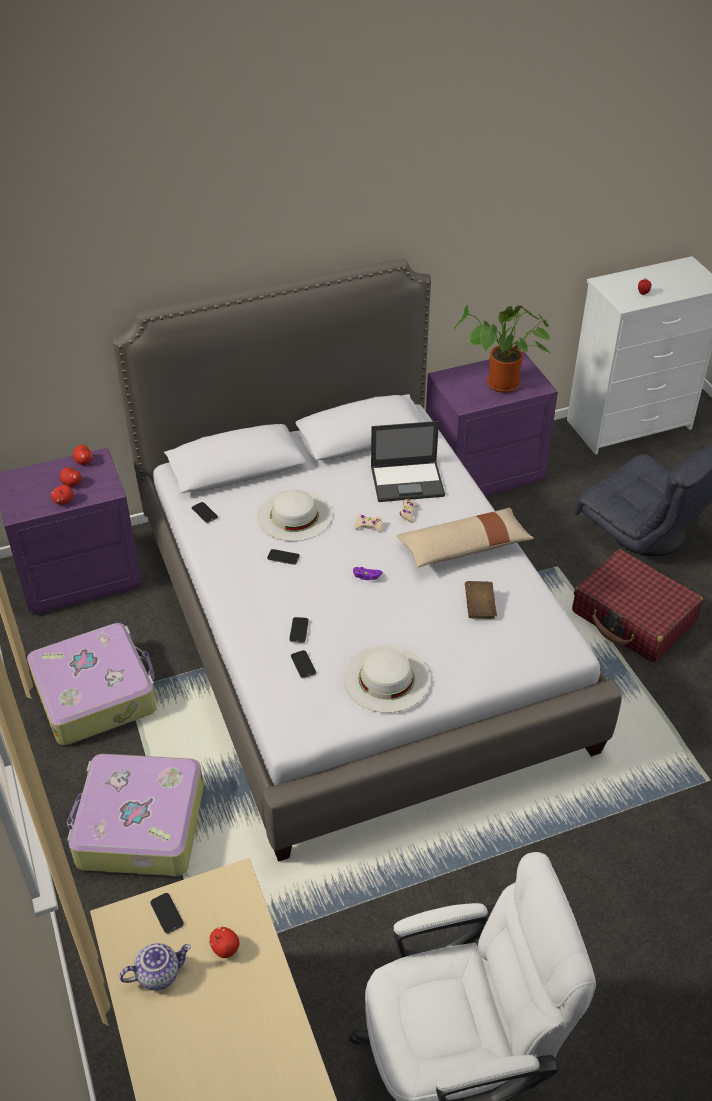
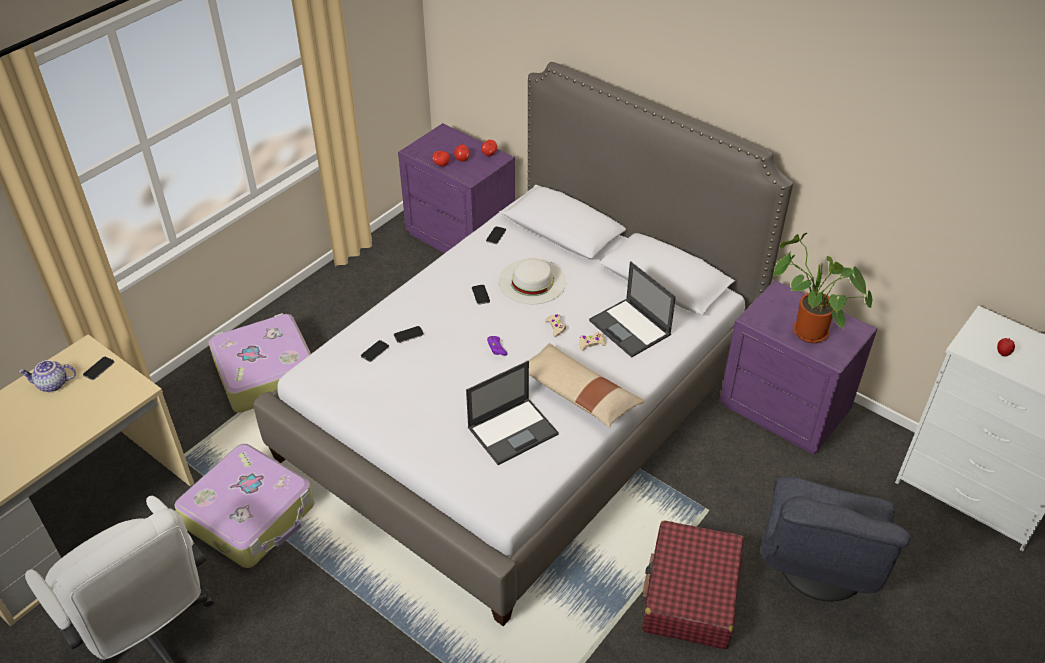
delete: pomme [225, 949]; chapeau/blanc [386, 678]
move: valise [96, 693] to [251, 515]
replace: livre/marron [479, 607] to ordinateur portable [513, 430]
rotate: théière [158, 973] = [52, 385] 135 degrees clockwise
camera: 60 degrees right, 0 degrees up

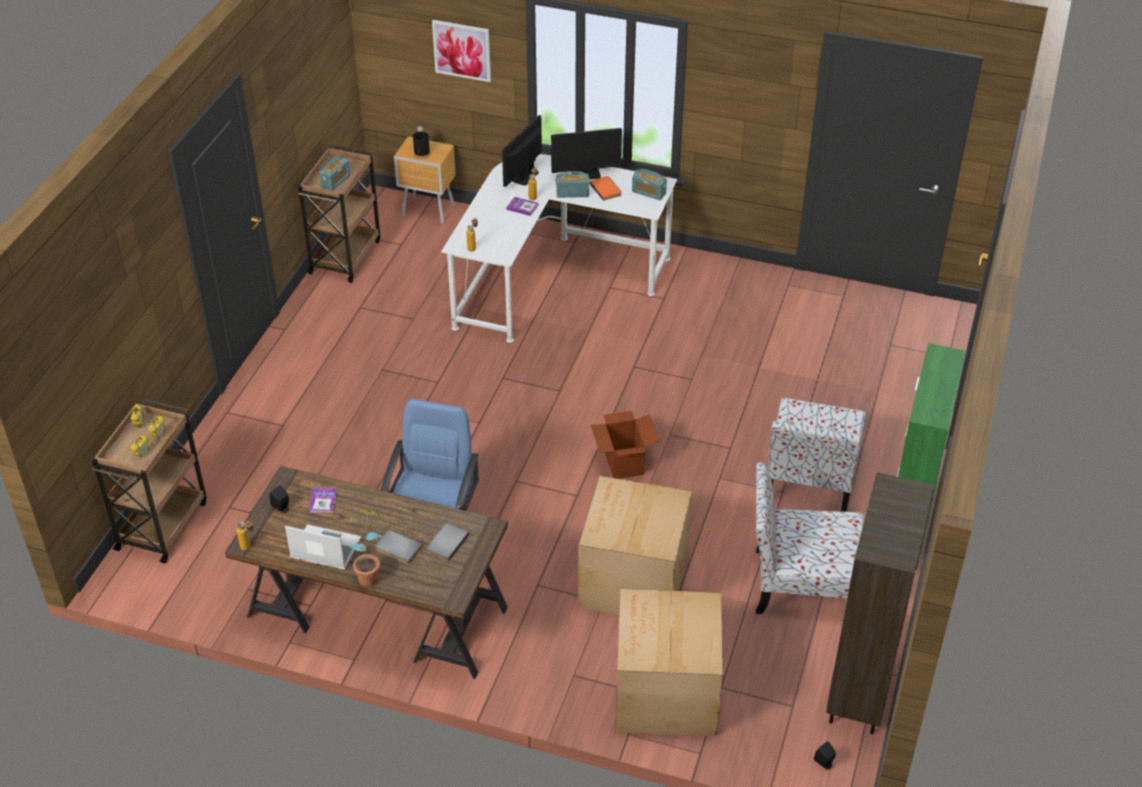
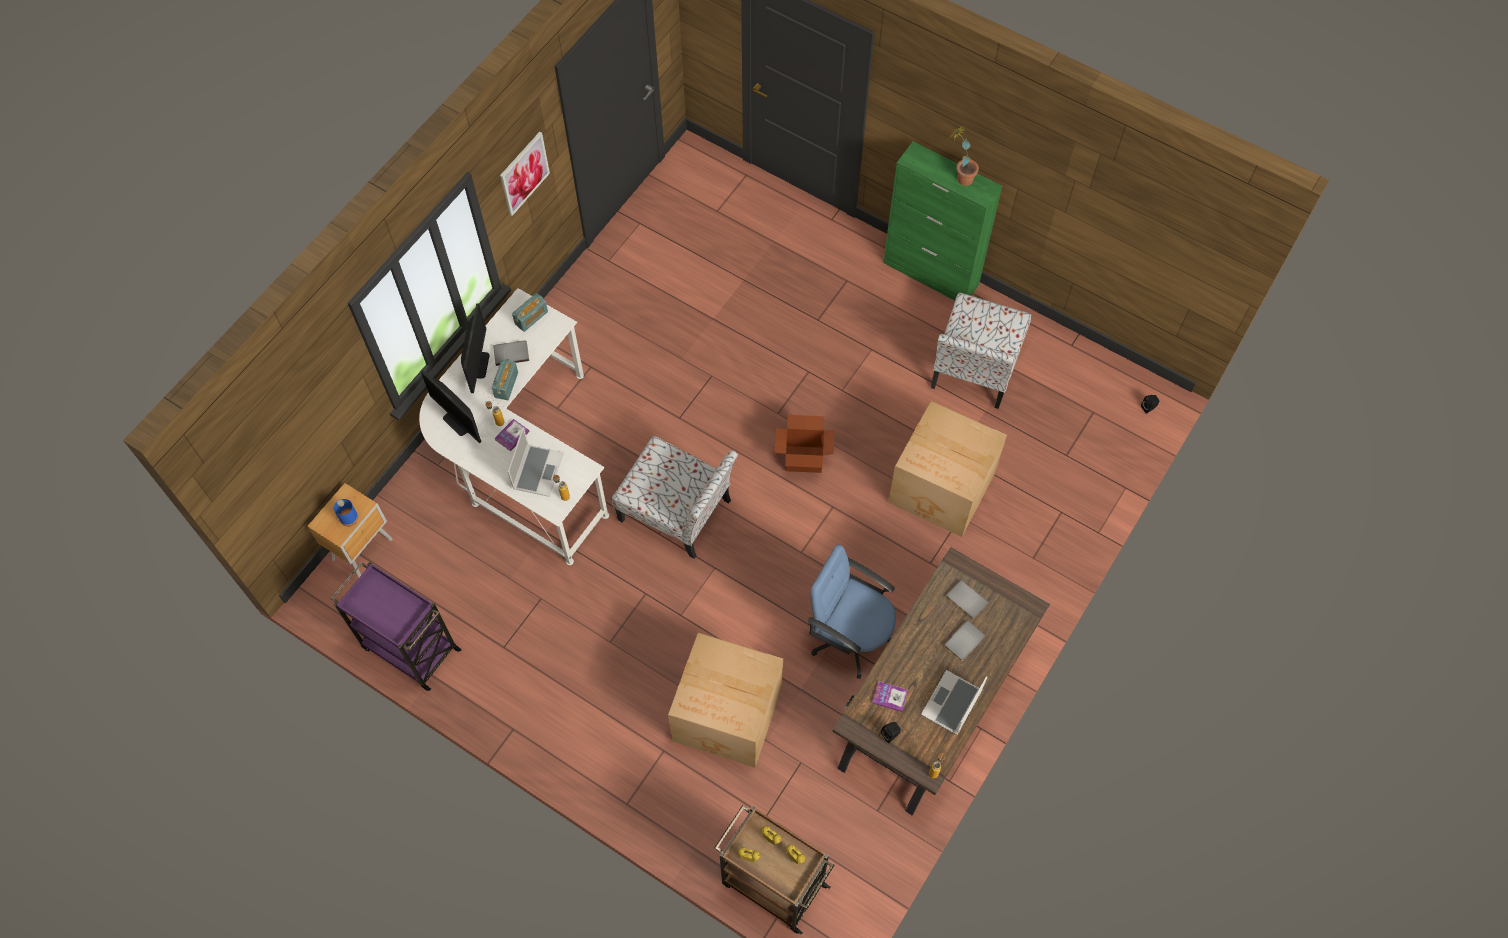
delete: radio [336, 181]; bibliothèque/marron [860, 693]
insert: ordinateur portable [537, 470]
move: plante en pot [370, 574] to [960, 177]; tableau [462, 50] to [524, 173]; carton [664, 693] to [728, 716]; chaise [810, 480] to [677, 511]
recolor: chariot/marron [346, 256] to chariot/violet [409, 648]; bouteille/noir [422, 154] to bouteille/bleu [349, 517]; livre/orange [606, 189] to livre/gris [511, 353]
camera: 75 degrees left, 20 degrees up

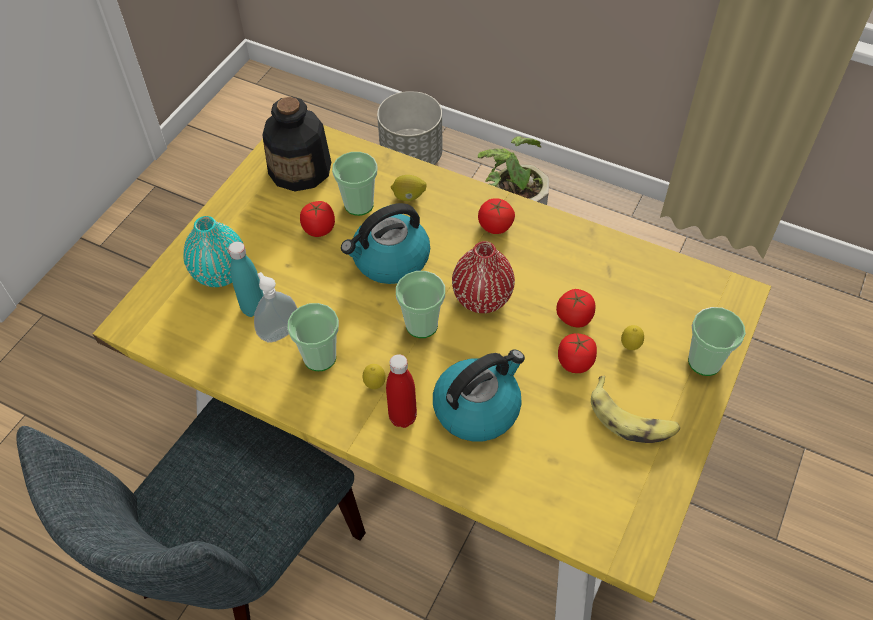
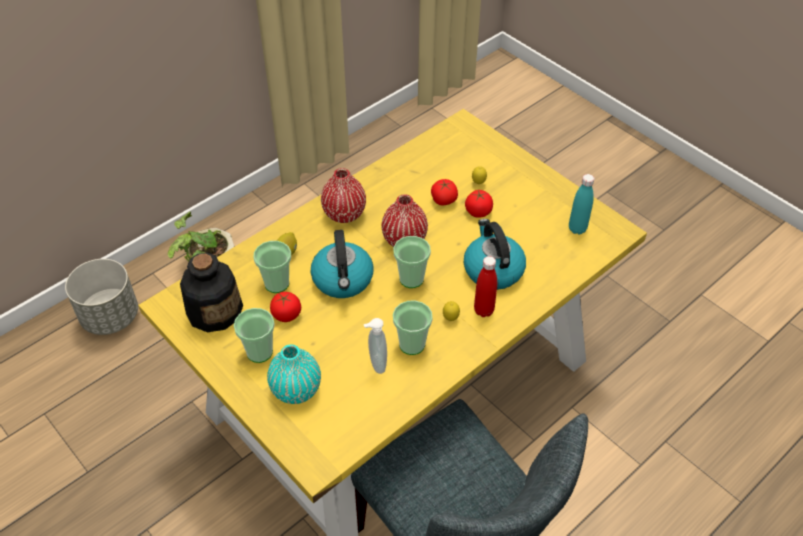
delete: banane [632, 418]
move: bouteille/turquoise [254, 308] to [577, 229]; tasse [704, 362] to [259, 352]
replace: tomate [495, 226] to vase/rouge [344, 214]
camera: 70 degrees left, 5 degrees down

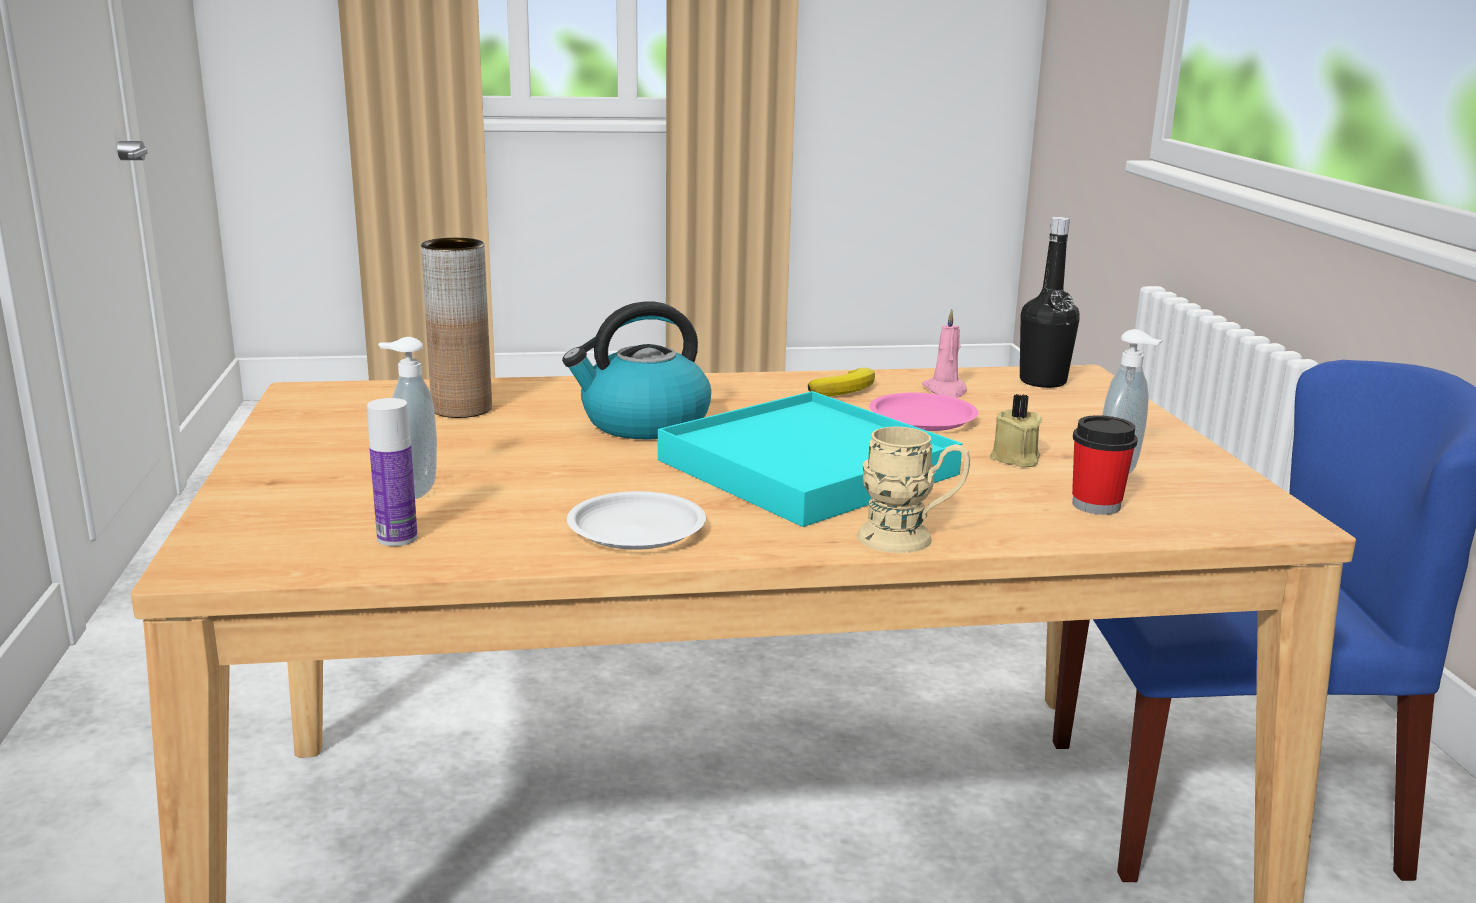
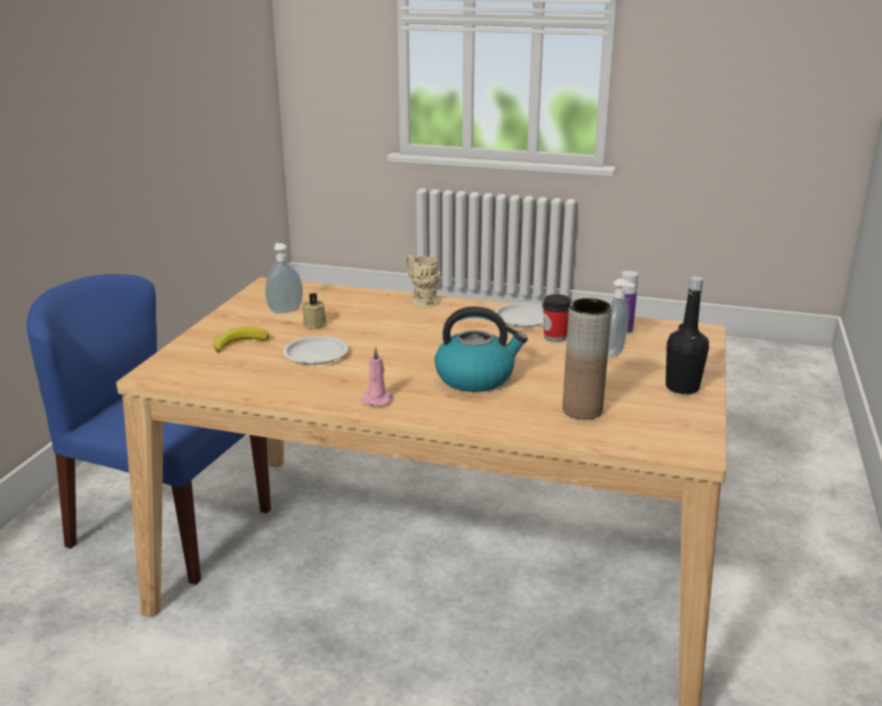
delete: plateau/turquoise [806, 467]
move: banane [846, 388] to [239, 342]; bougie/rose [945, 390] to [377, 399]; bouteille/noir [1042, 381] to [682, 387]; tasse [1096, 505] to [555, 337]
recolor: assiette/rose [922, 419] to assiette/blanc [316, 354]
camera: 155 degrees left, 5 degrees up

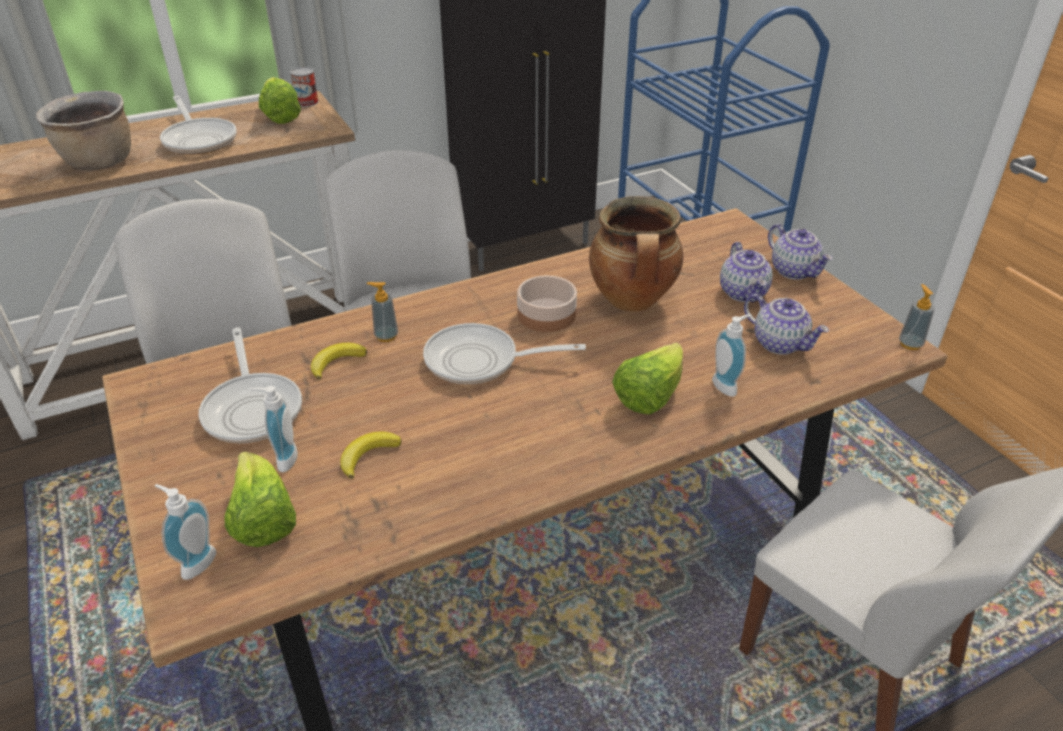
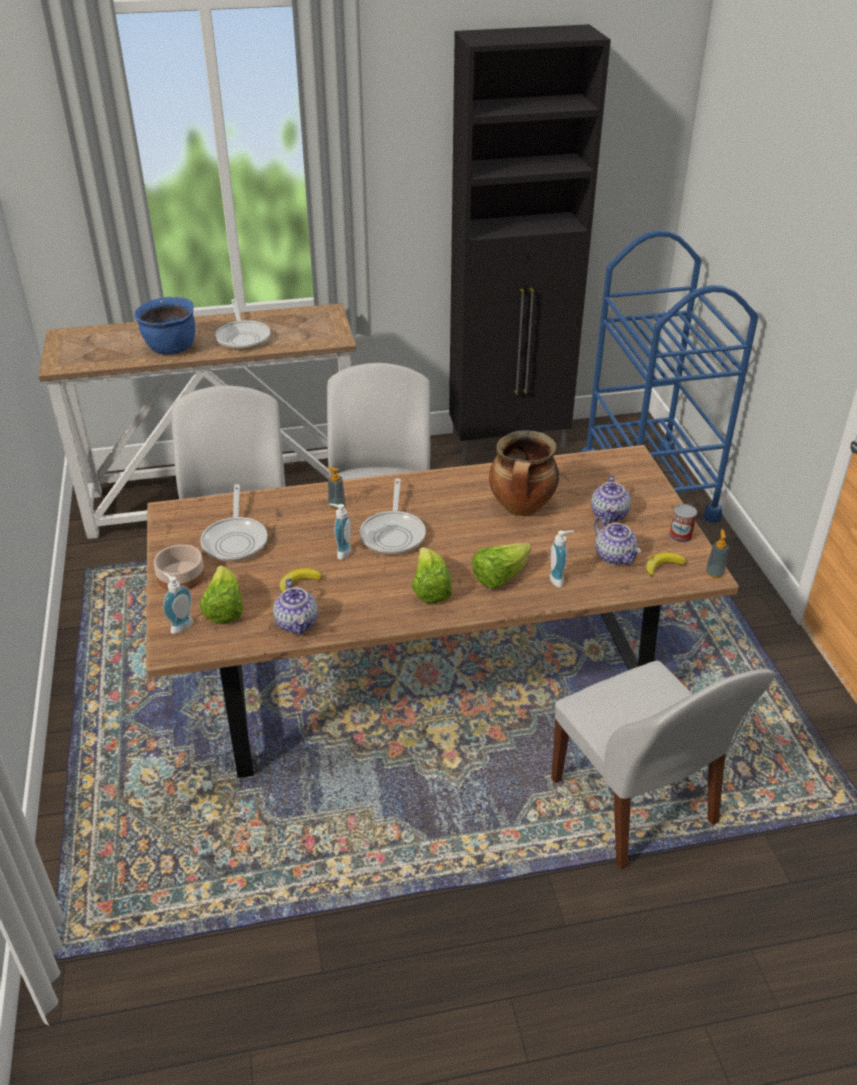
move: distributeur de savon [282, 459] to [341, 552]; laitue [280, 116] to [430, 589]; boîte métallique [307, 102] to [680, 535]; banane [336, 362] to [662, 566]; bol [547, 315] to [181, 577]; théière [794, 271] to [297, 623]
recolor: marmite/marron [99, 163] to marmite/bleu [171, 348]
rotate: poêle [480, 361] = [394, 534] 105 degrees counterclockwise
camera: 15 degrees right, 0 degrees up

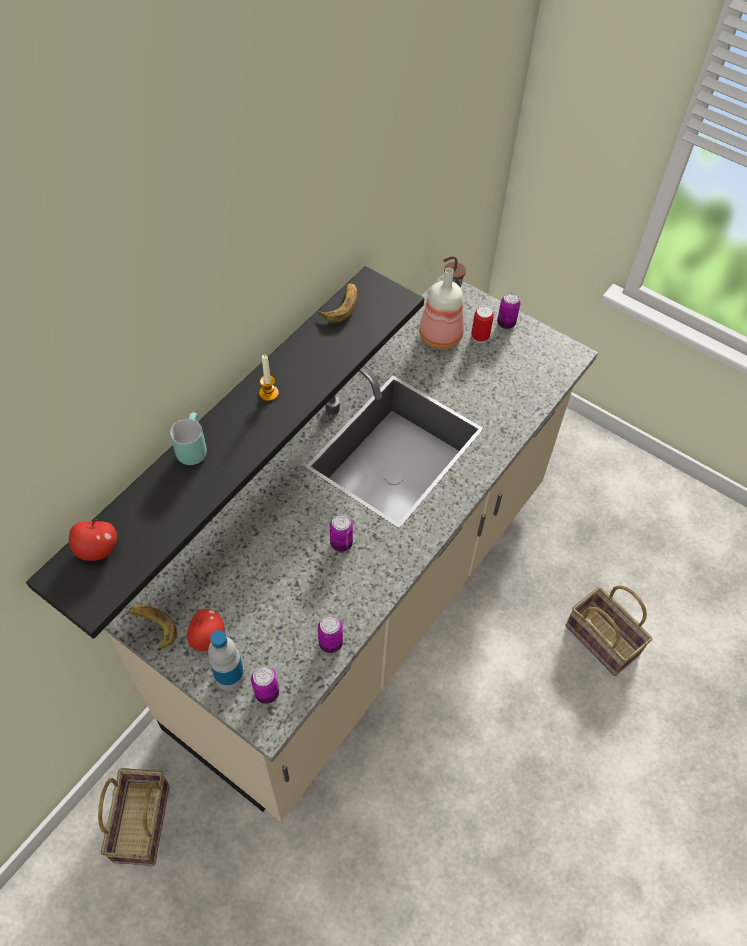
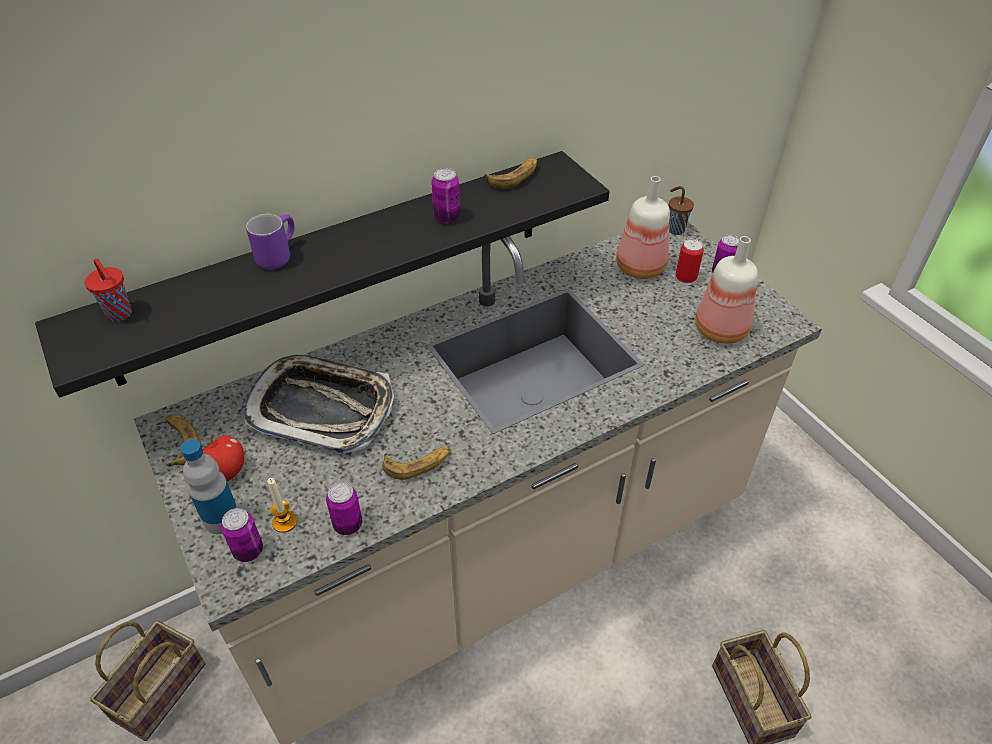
insert: plateau [322, 409]; banane [418, 464]; bouteille [722, 329]
move: bougie [268, 393] to [284, 522]; boîte métallique [341, 543] to [447, 217]
replace: pomme [97, 549] to tasse/rouge [120, 315]
recolor: mug/turquoise [191, 447] to mug/violet [276, 255]
camera: 25 degrees right, 10 degrees down

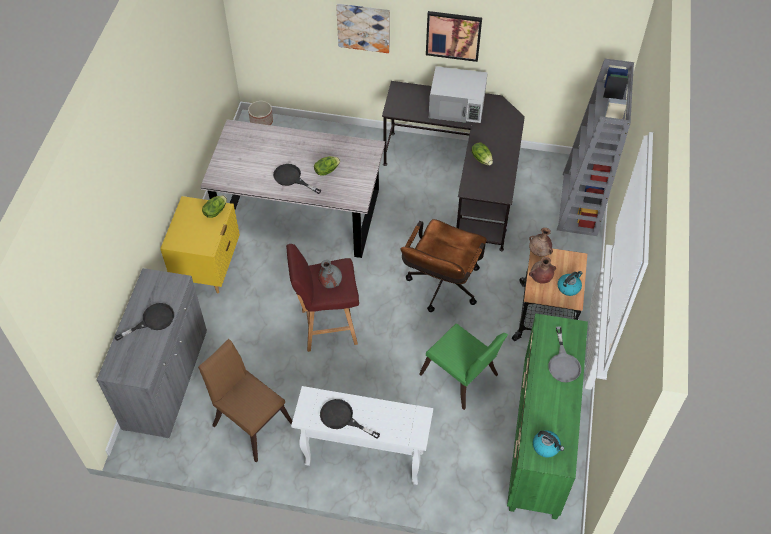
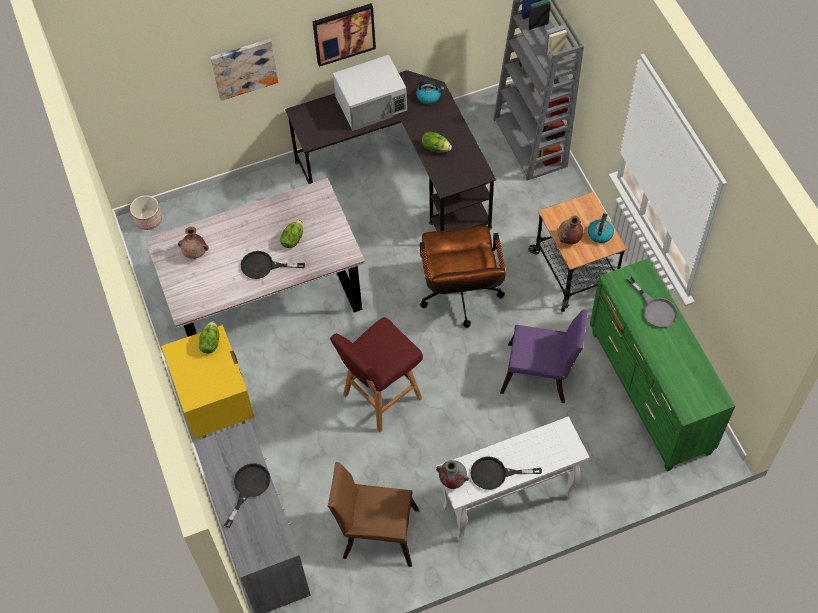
move: vase/gris [330, 282] to [452, 479]; vase/marron [539, 252] to [195, 253]; bouilloire [546, 446] to [429, 96]
recolor: chaise/vert [461, 378] to chaise/violet [541, 375]
camera: 30 degrees left, 5 degrees up

